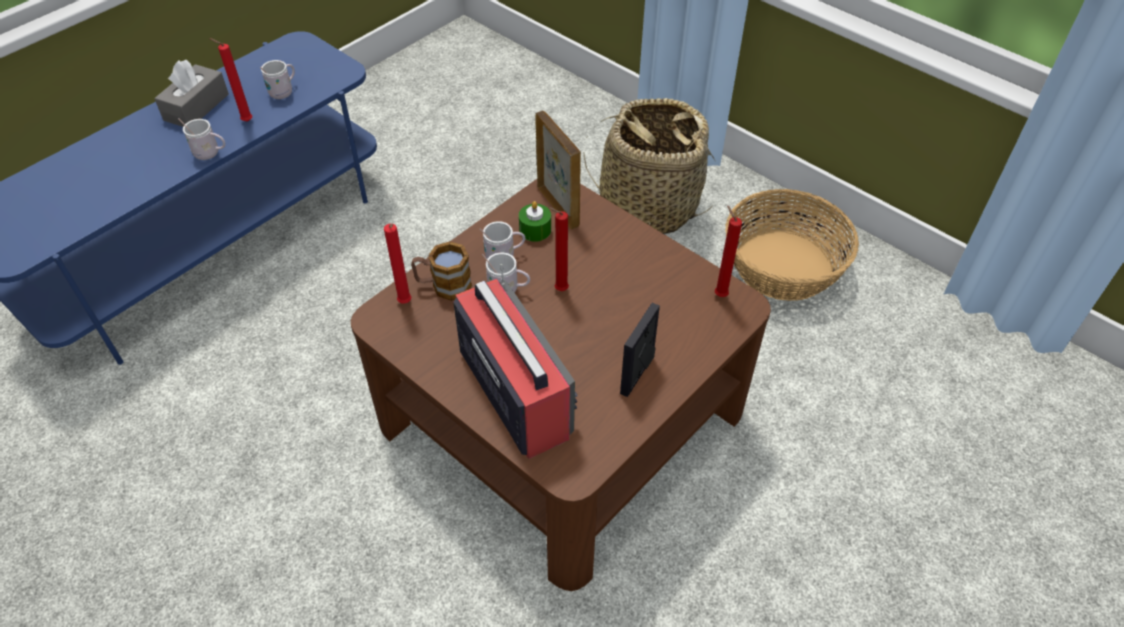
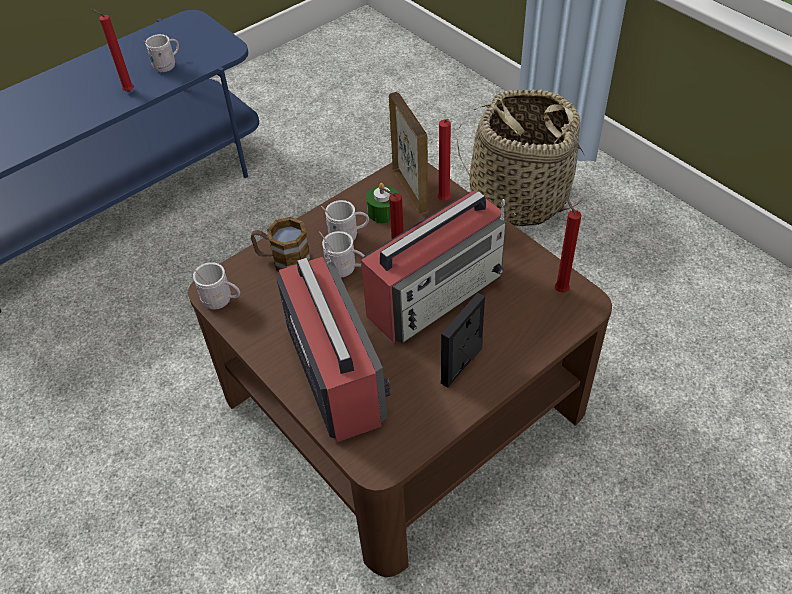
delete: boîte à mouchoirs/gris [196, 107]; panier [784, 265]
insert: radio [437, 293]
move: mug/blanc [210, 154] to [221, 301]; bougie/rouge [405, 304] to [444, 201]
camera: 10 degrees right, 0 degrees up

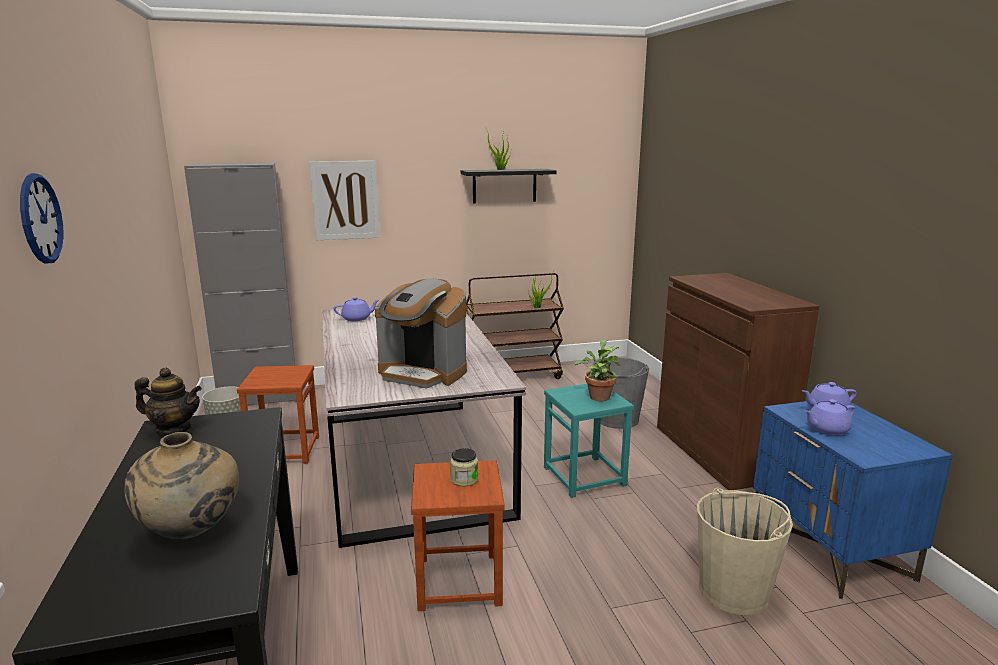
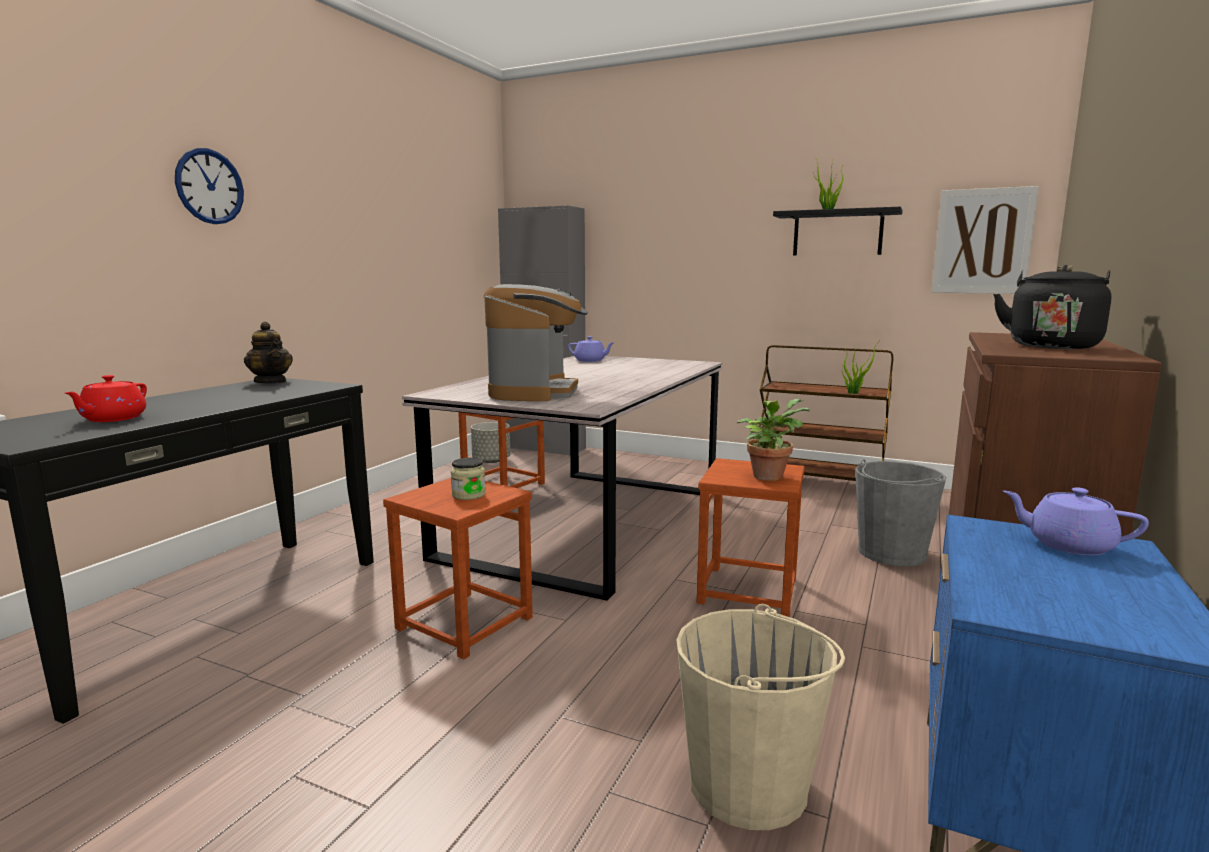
delete: théière/violet [827, 429]
insert: bouilloire/noir [1051, 346]
move: tableau [345, 200] to [982, 241]
replace: vase/beige [192, 533] to théière/rouge [112, 419]
recolor: tabouret/turquoise [585, 476] to tabouret/marron [749, 591]
rotate: machine à café [423, 373] = [535, 392] 150 degrees counterclockwise
camera: 40 degrees right, 5 degrees down

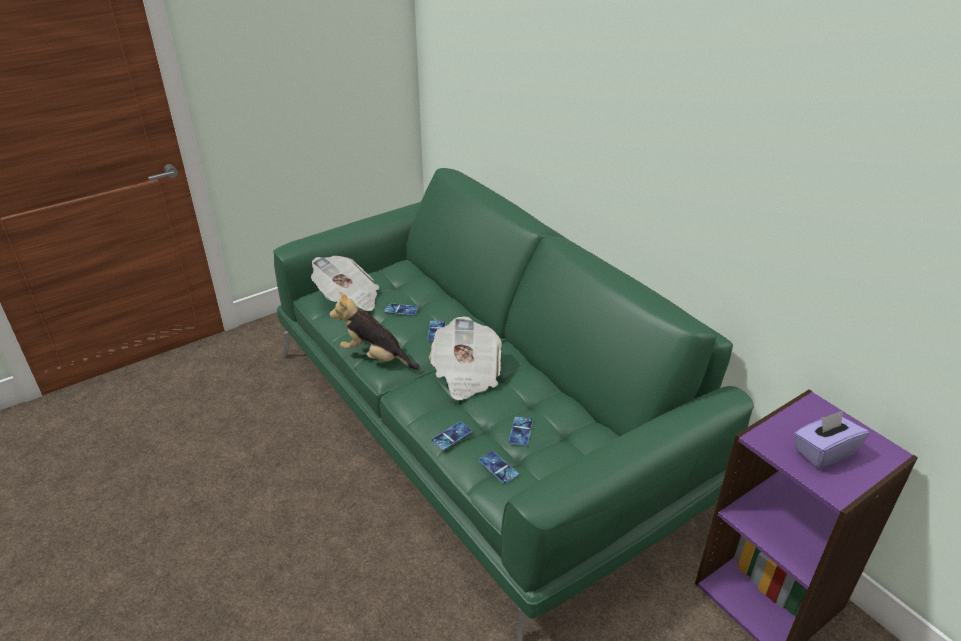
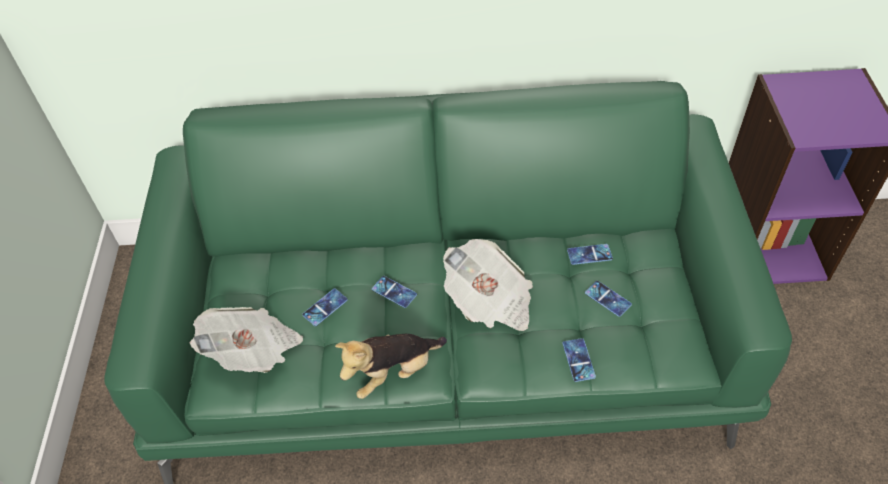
delete: boîte à mouchoirs/violet [823, 452]
move: téléphone [498, 467] to [589, 254]
camera: 55 degrees left, 15 degrees up

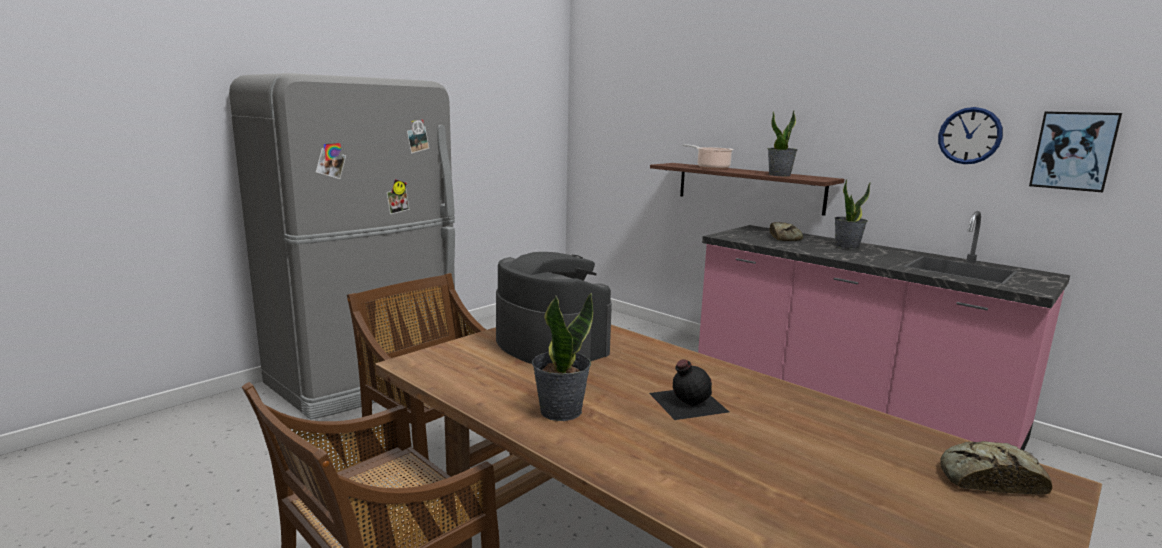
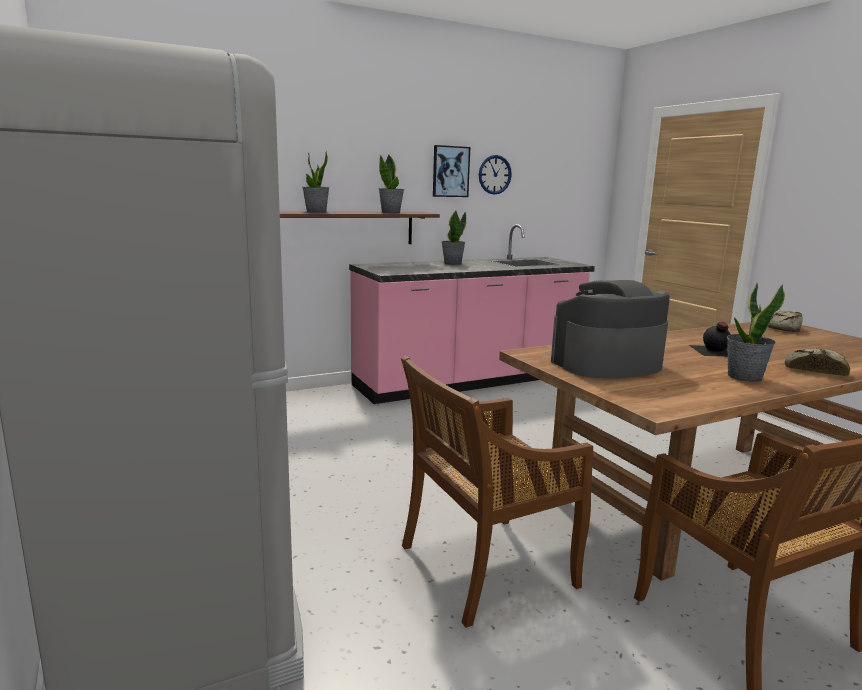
move: pain [784, 238] to [814, 369]; tableau [1073, 151] to [450, 171]
replace: marmite [711, 168] to plante en pot [316, 212]
camera: 70 degrees left, 0 degrees up

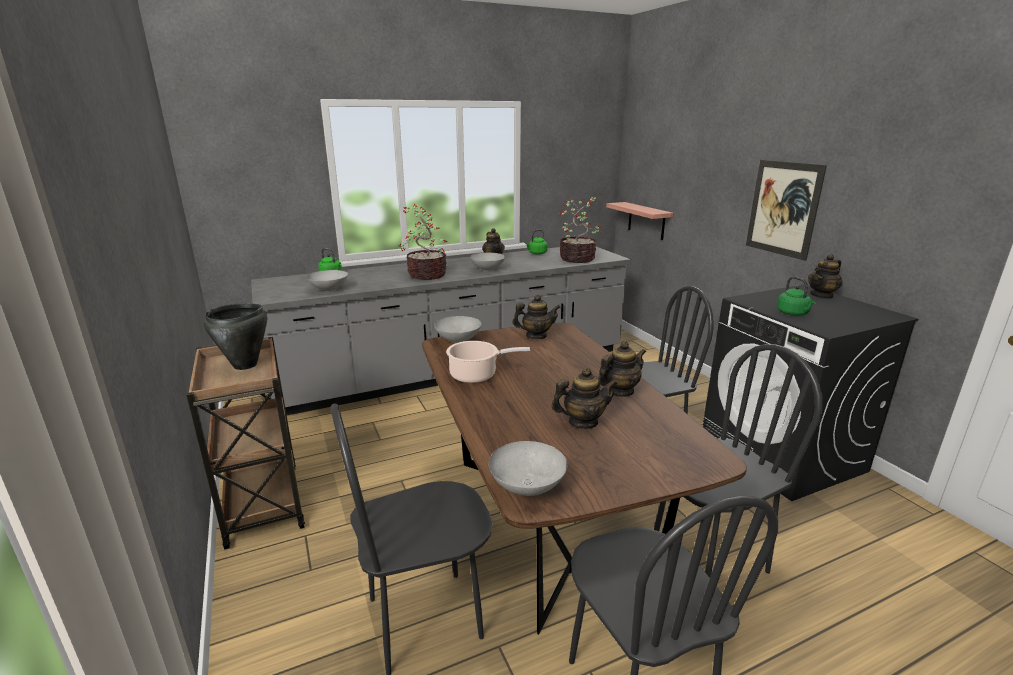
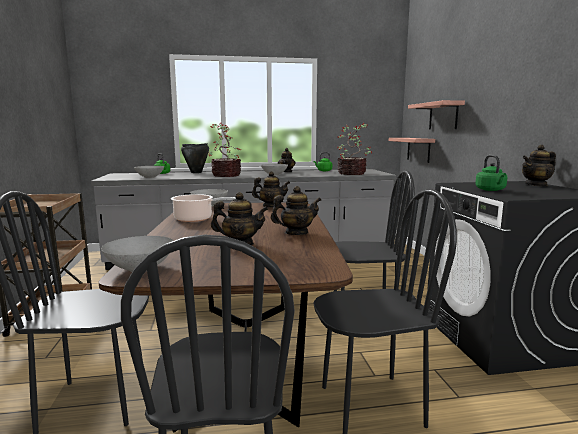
delete: tableau [783, 208]
insert: étagère [443, 116]
move: marmite/noir [245, 365] to [196, 172]
camera: 15 degrees right, 10 degrees down

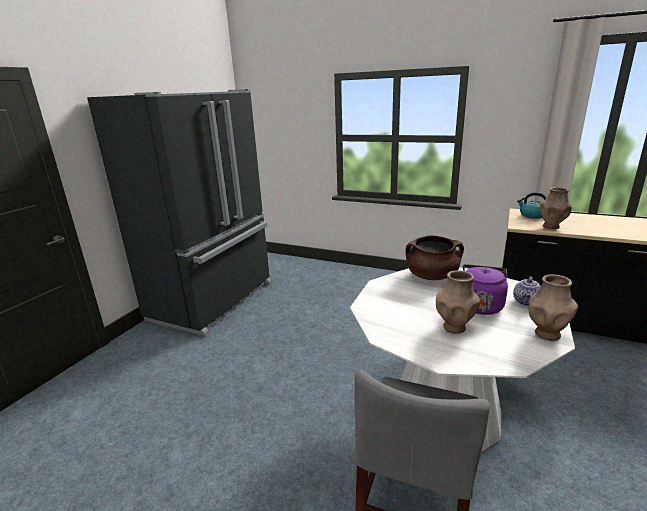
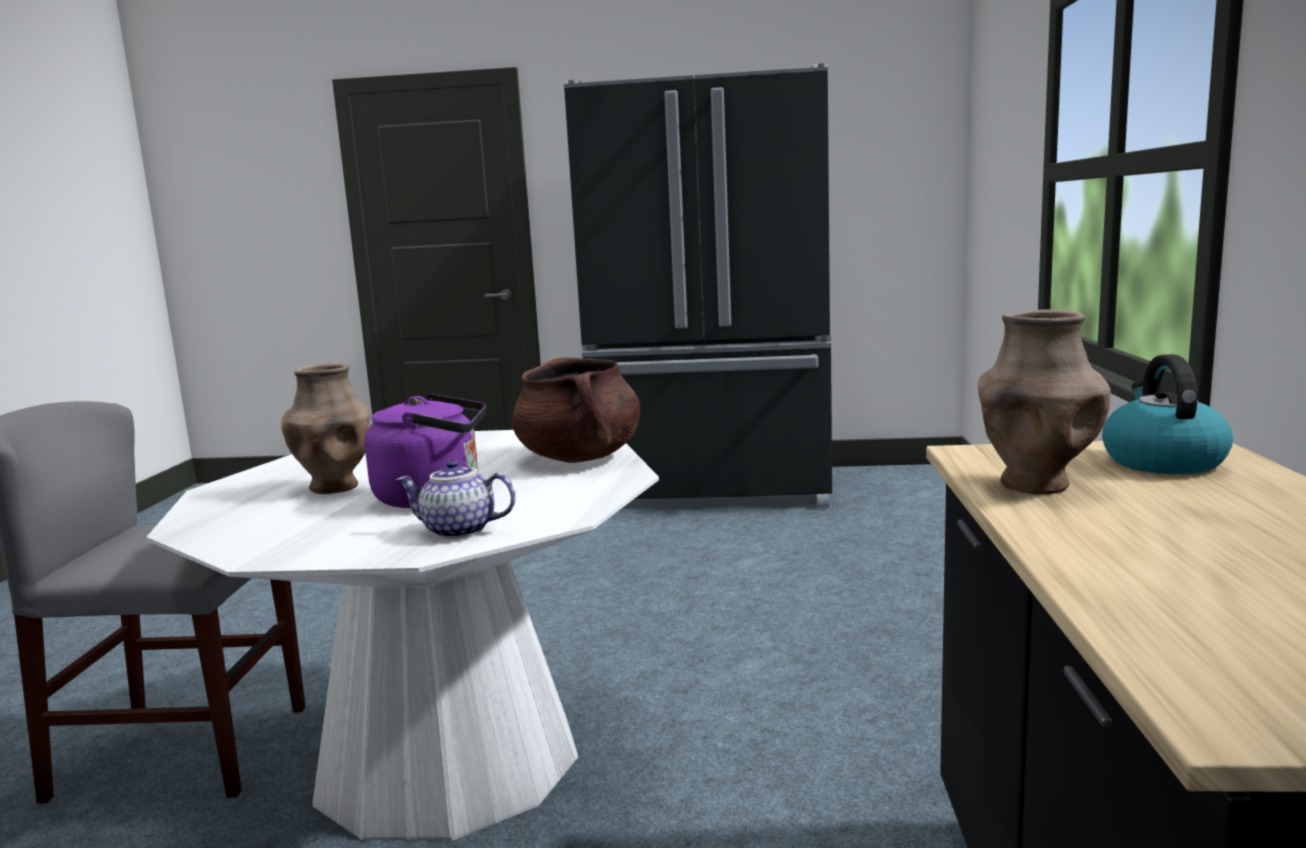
delete: vase/marron [546, 334]
camera: 70 degrees right, 10 degrees down

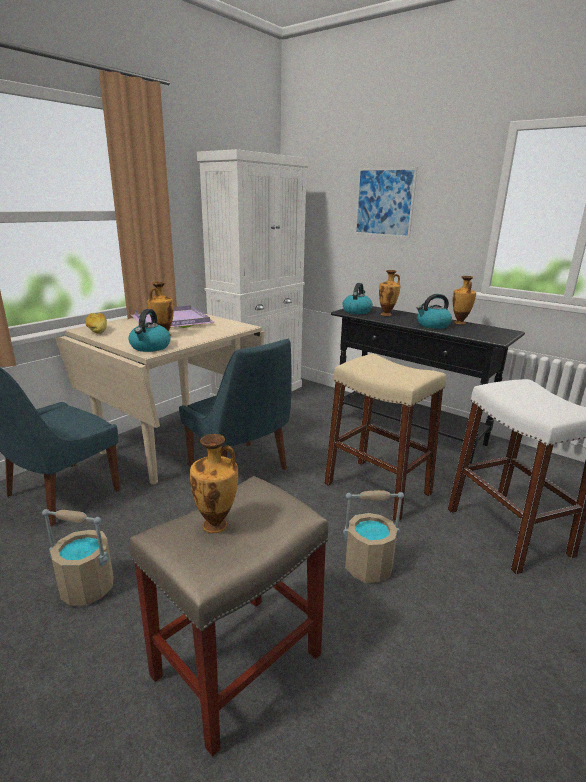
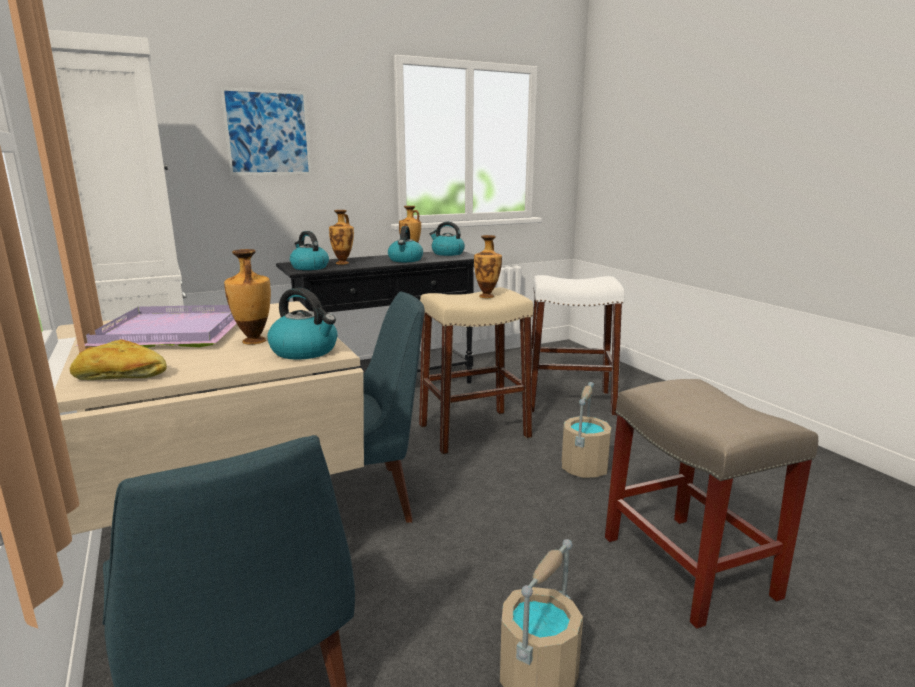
insert: bouilloire [447, 253]
move: vase [216, 526] to [487, 296]
camera: 65 degrees left, 5 degrees down

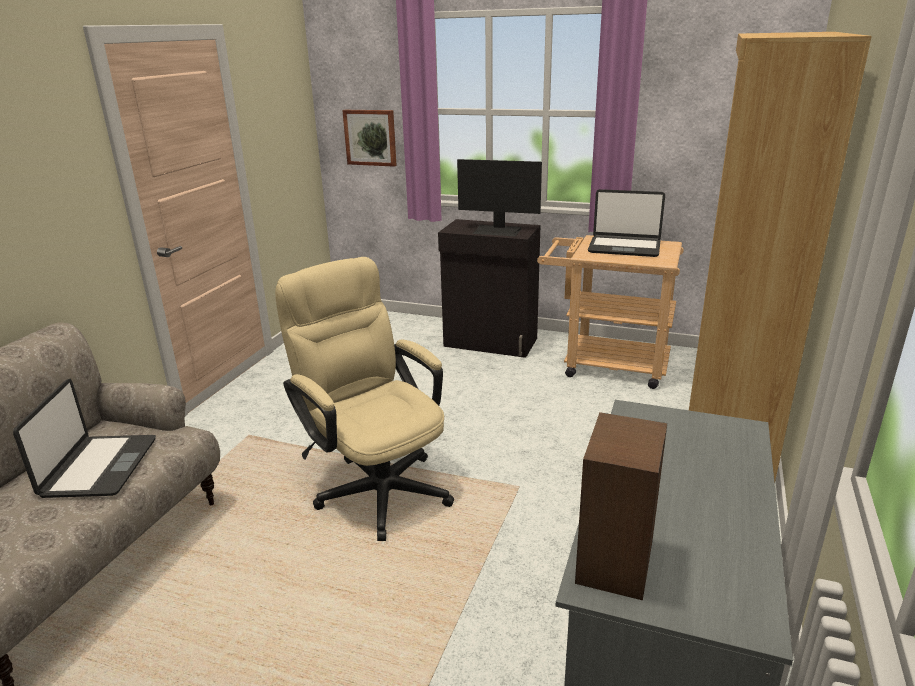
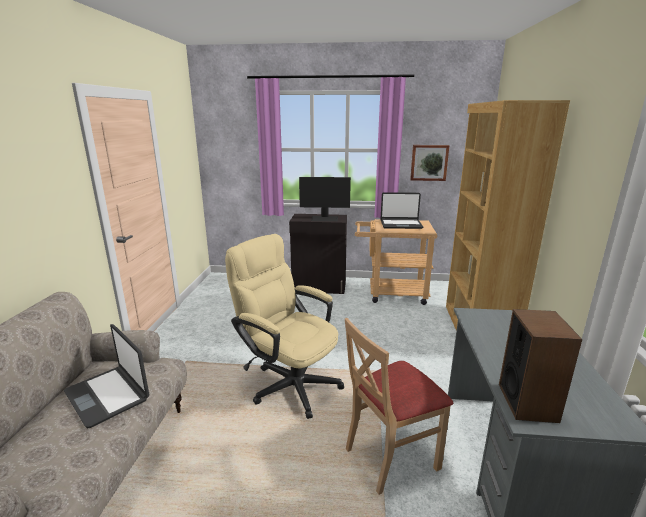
insert: chaise/beige [390, 456]
move: tableau [370, 137] to [429, 162]
rotate: ordinateur portable [98, 467] = [108, 395] 150 degrees clockwise
camera: 15 degrees left, 5 degrees down

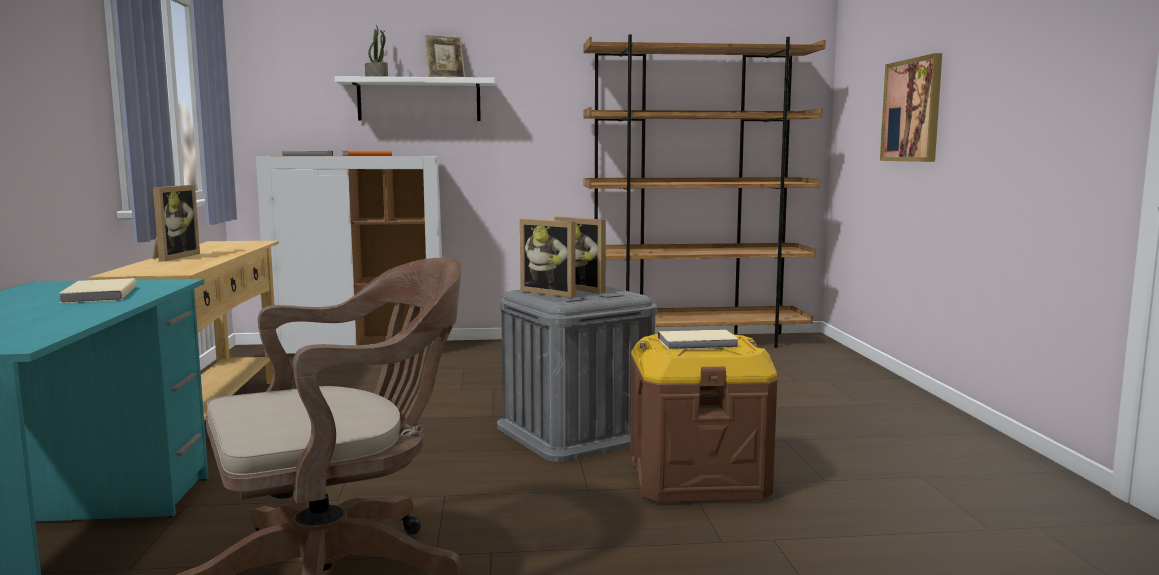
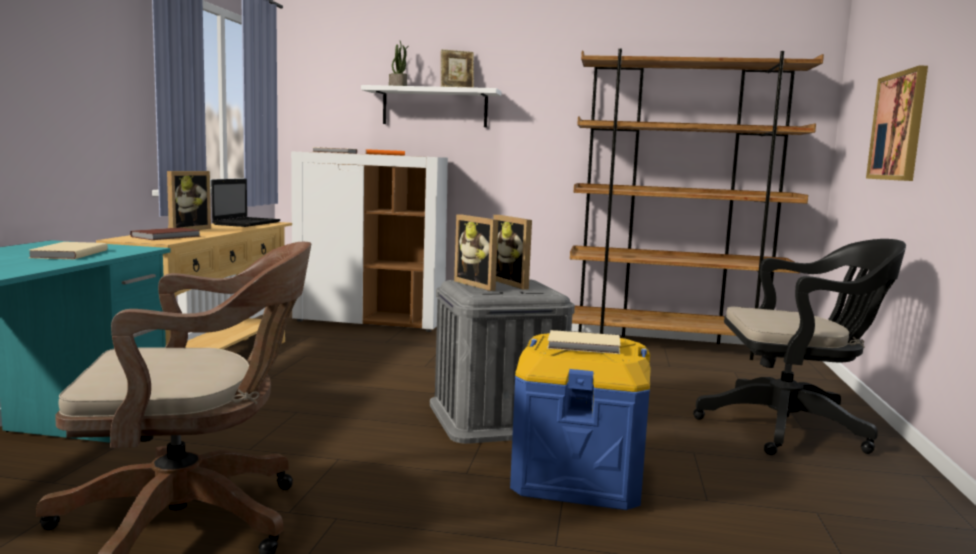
insert: livre/marron [168, 236]; ordinateur portable [247, 223]; chaise de bureau/noir [791, 428]
recolor: boîte de rangement/marron [697, 478] to boîte de rangement/bleu [578, 478]
camera: 15 degrees right, 0 degrees up

